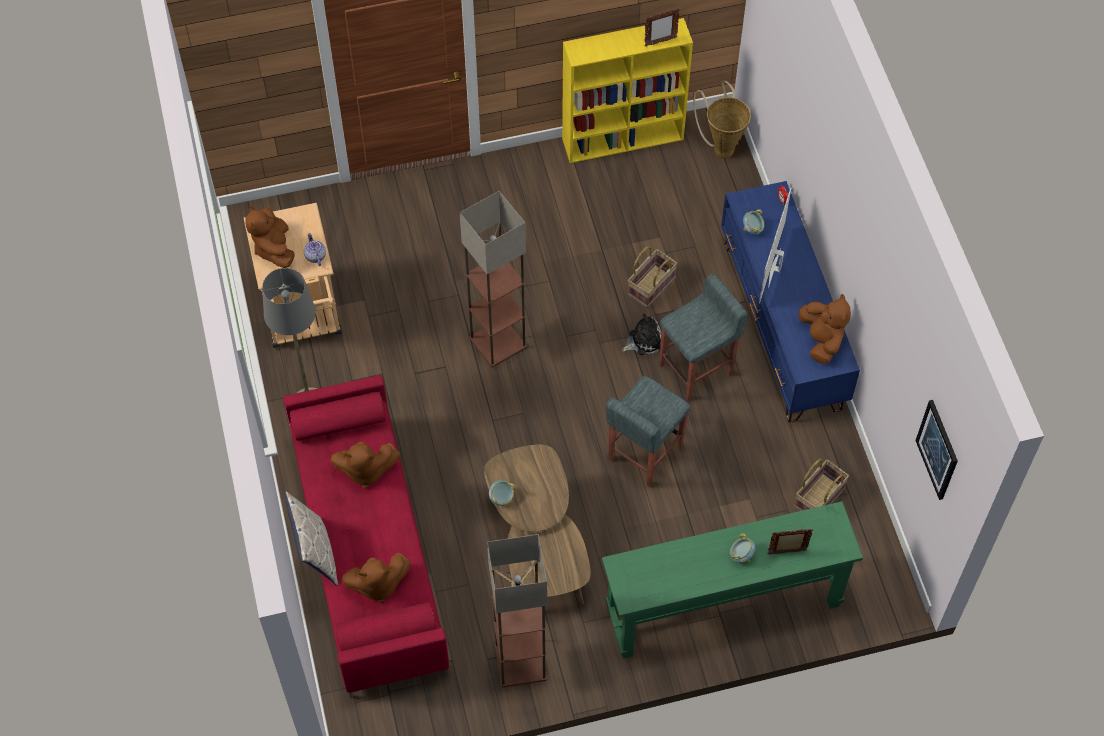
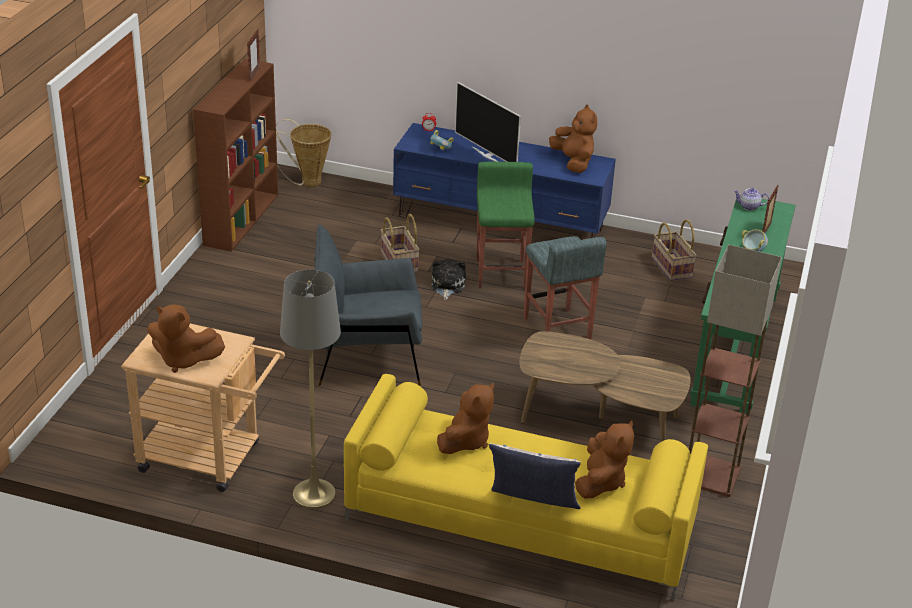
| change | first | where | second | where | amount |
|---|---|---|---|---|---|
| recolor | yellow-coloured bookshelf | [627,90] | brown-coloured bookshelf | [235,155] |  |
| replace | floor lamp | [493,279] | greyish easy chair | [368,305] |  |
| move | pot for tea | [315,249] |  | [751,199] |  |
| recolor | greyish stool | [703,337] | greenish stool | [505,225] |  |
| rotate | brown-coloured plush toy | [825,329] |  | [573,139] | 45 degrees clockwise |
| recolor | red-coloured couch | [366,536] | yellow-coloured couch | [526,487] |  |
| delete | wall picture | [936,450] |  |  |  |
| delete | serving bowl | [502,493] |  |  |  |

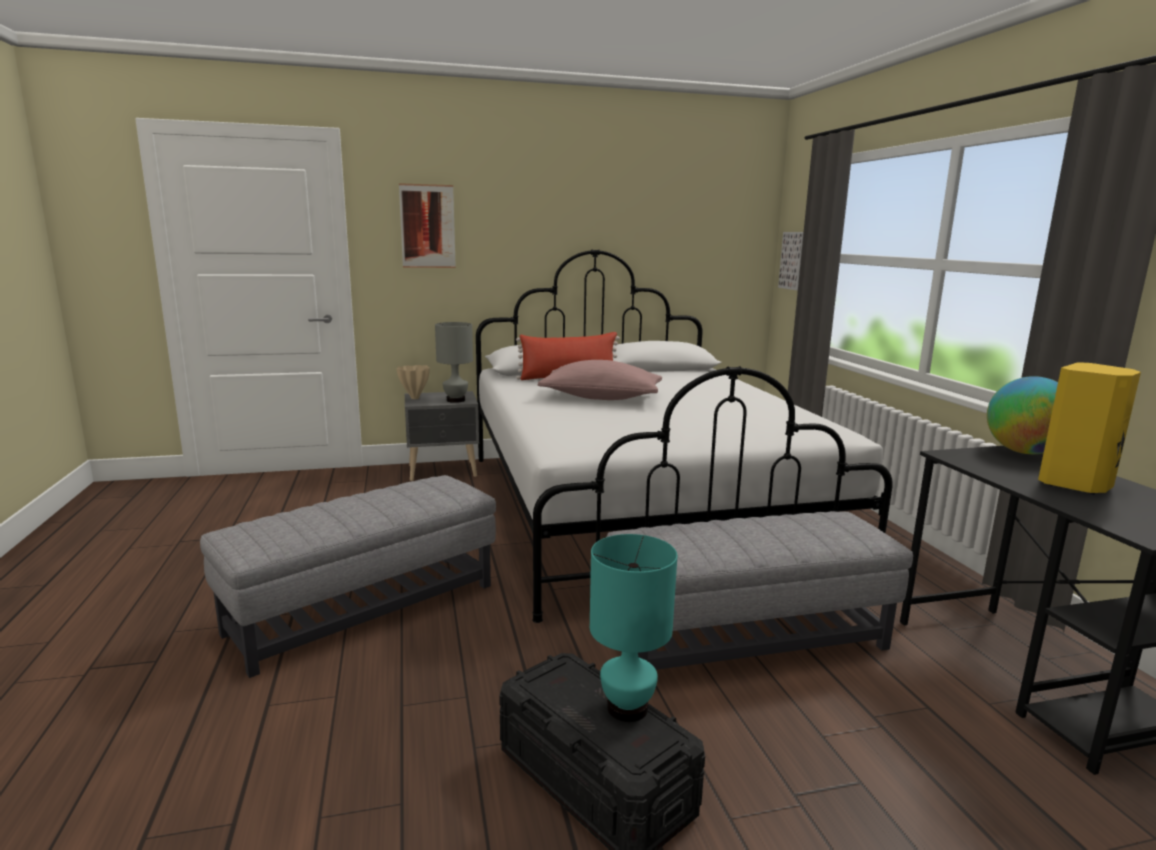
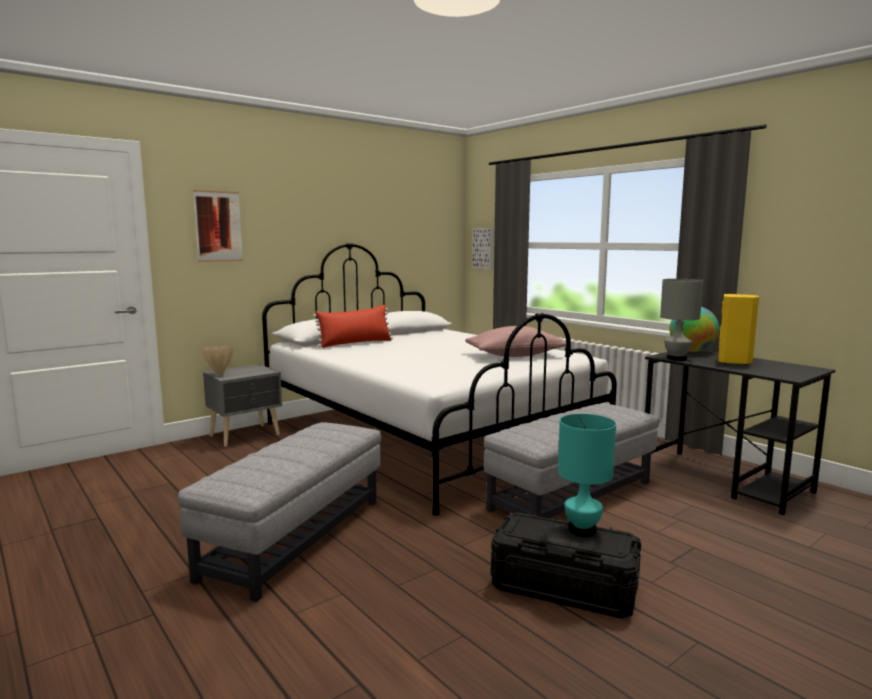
| change | first | where | second | where | amount |
|---|---|---|---|---|---|
| move | greyish tabletop lamp | [454,362] |  | [681,320] |  |
| move | pinkish throw pillow | [600,380] |  | [515,341] |  |

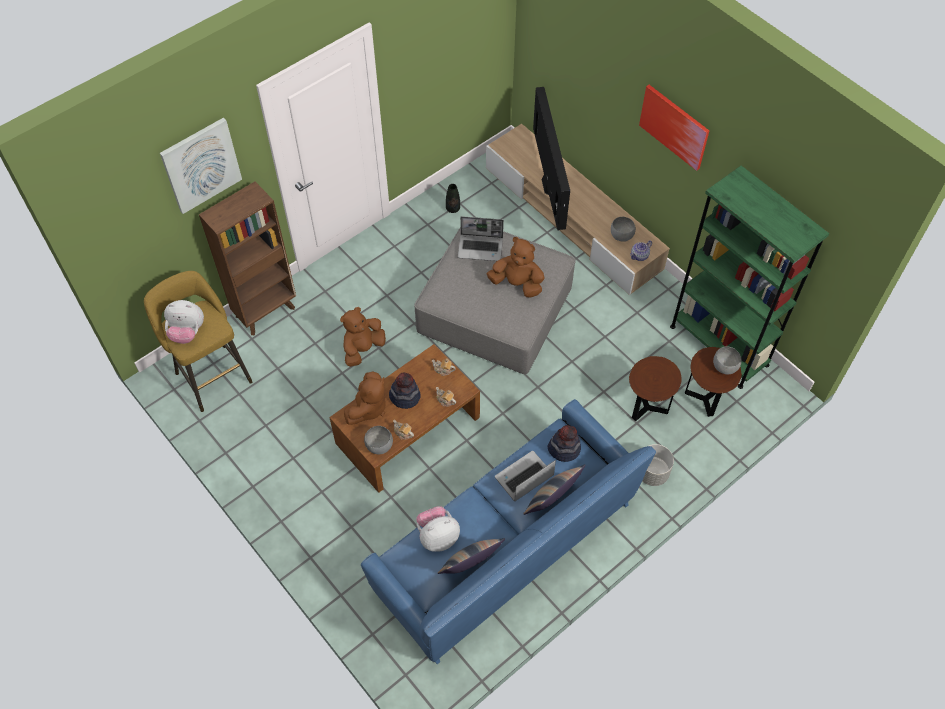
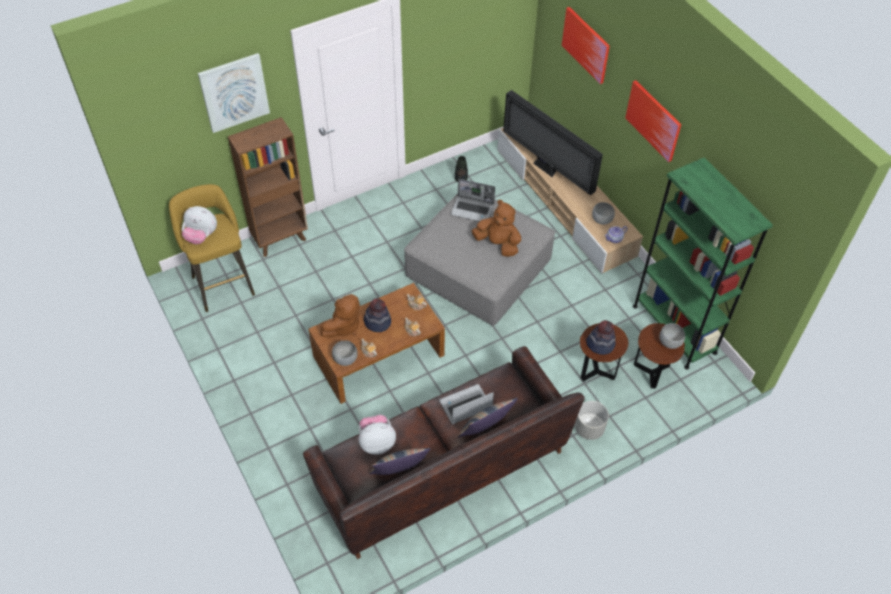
| change | first | where | second | where | amount |
|---|---|---|---|---|---|
| rotate | TV | [551,158] |  | [553,142] | 135 degrees clockwise |
| delete | brown-coloured plush toy | [363,337] |  |  |  |
| recolor | blue-coloured couch | [508,531] | brown-coloured couch | [444,452] |  |
| move | hat | [564,443] |  | [600,337] |  |
| insert |  |  | wall picture | [586,45] |  |

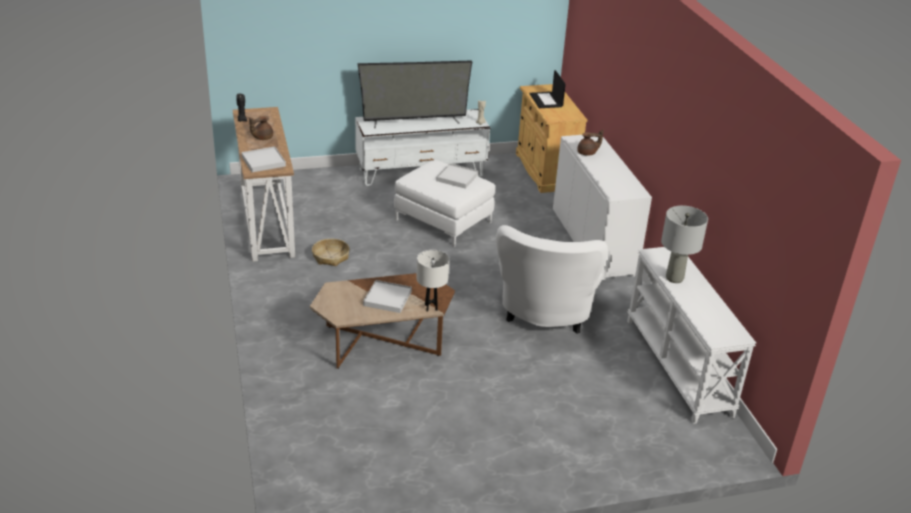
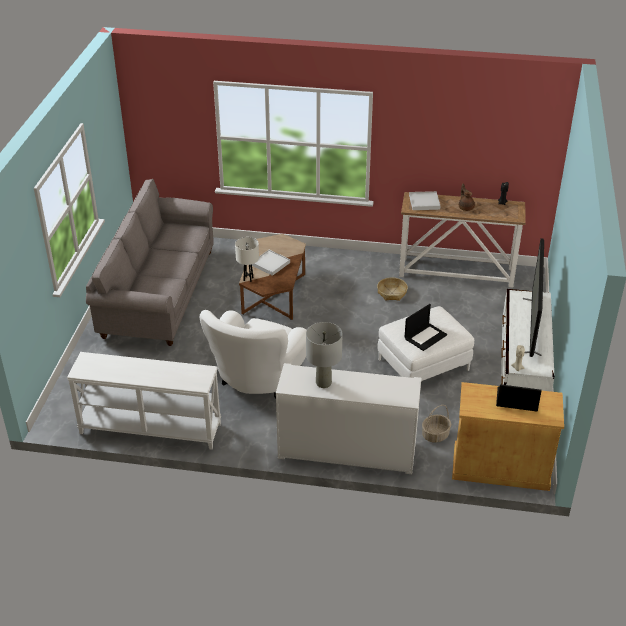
| change | first | where | second | where | amount |
|---|---|---|---|---|---|
| delete | brown-coloured pot for tea | [590,143] |  |  |  |
| replace | whitish tray | [457,176] | notebook computer | [425,327] |  |
| move | greyish tabletop lamp | [684,244] |  | [324,355] |  |
| rotate | whitish easy chair | [553,279] |  | [253,354] | 105 degrees counterclockwise |
| insert |  |  | greyish couch | [150,262] |  |
| insert |  |  | storage basket | [436,424] |  |

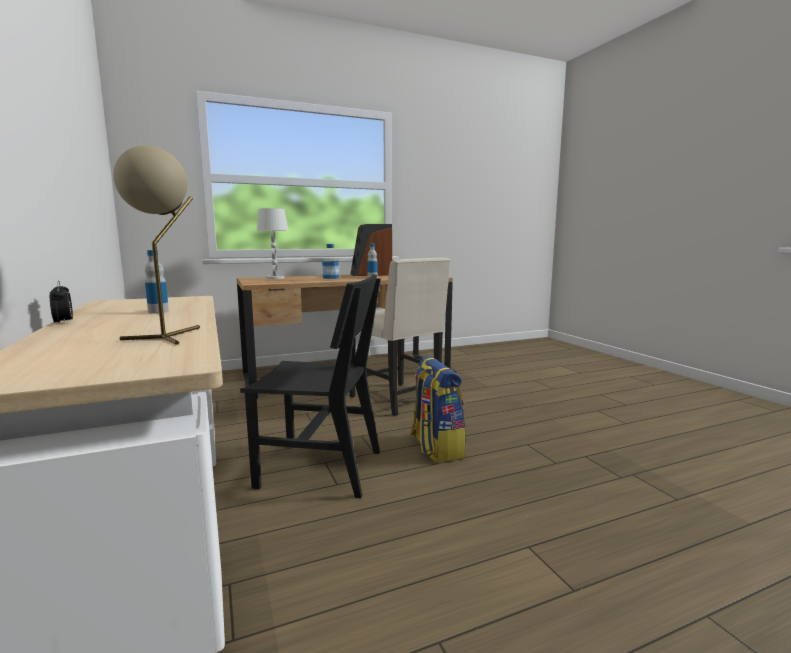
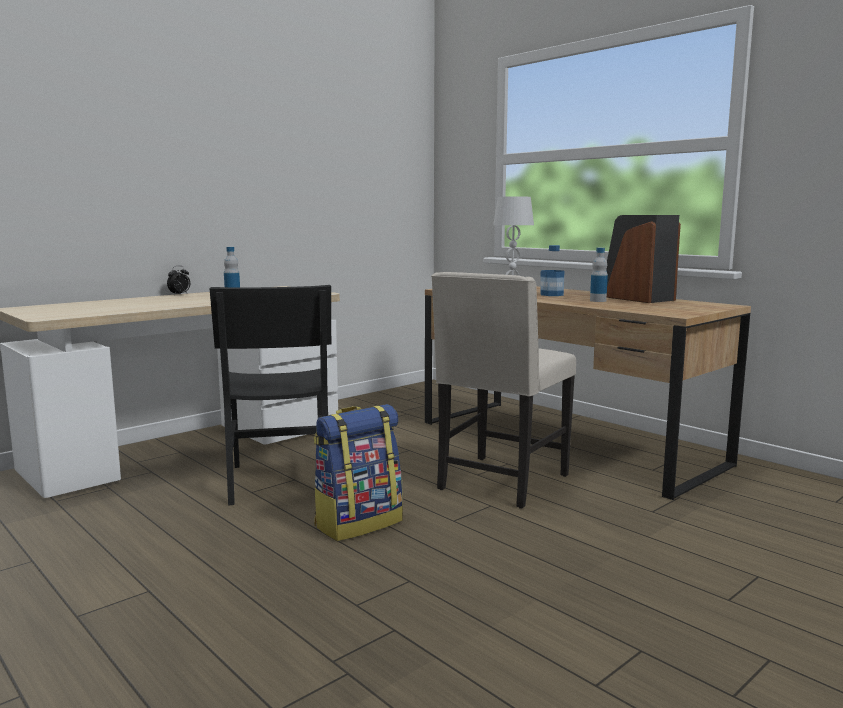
| change | first | where | second | where | amount |
|---|---|---|---|---|---|
| delete | beige-coloured tabletop lamp | [156,245] |  |  |  |

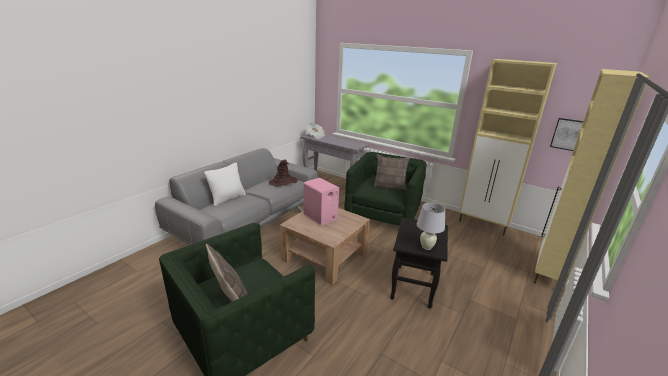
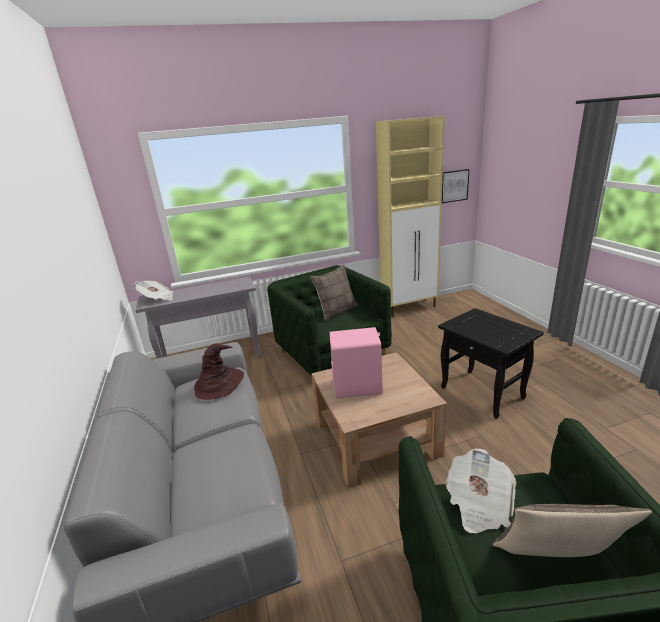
| change | first | where | second | where | amount |
|---|---|---|---|---|---|
| delete | beige-coloured storage cabinet | [592,176] |  |  |  |
| delete | whitish throw pillow | [225,184] |  |  |  |
| delete | whitish tabletop lamp | [431,226] |  |  |  |
| insert |  |  | daily paper | [480,490] |  |

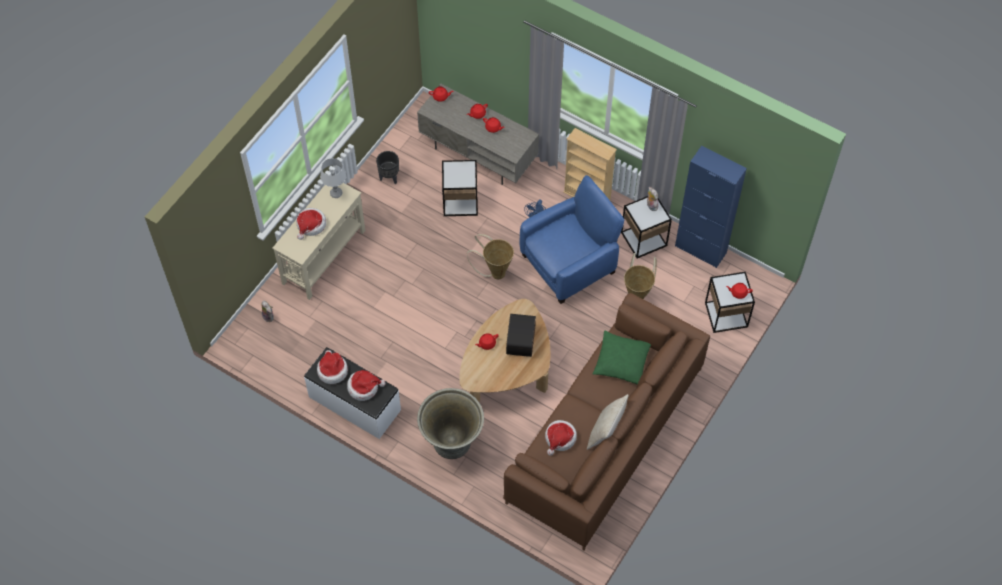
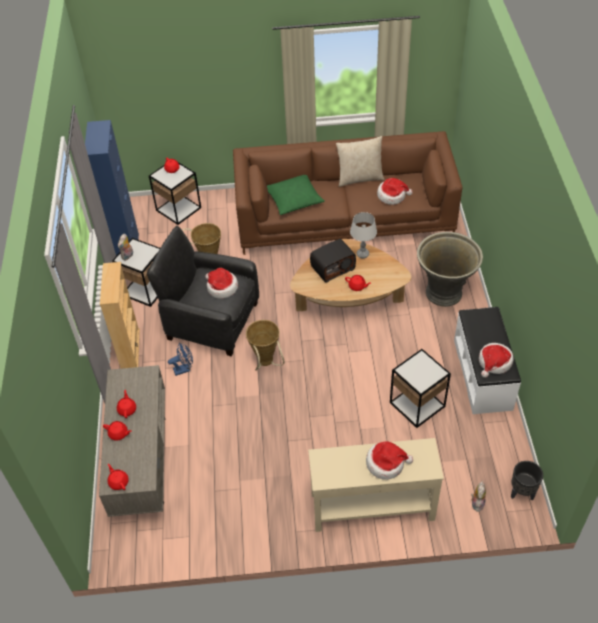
| change | first | where | second | where | amount |
|---|---|---|---|---|---|
| move | black flower pot | [387,167] |  | [527,481] |  |
| move | greyish tabletop lamp | [333,178] |  | [363,235] |  |
| move | accent table | [460,188] |  | [420,388] |  |
| recolor | blue-coloured easy chair | [572,239] | black easy chair | [203,291] |  |
| move | hat | [366,385] |  | [221,283] |  |

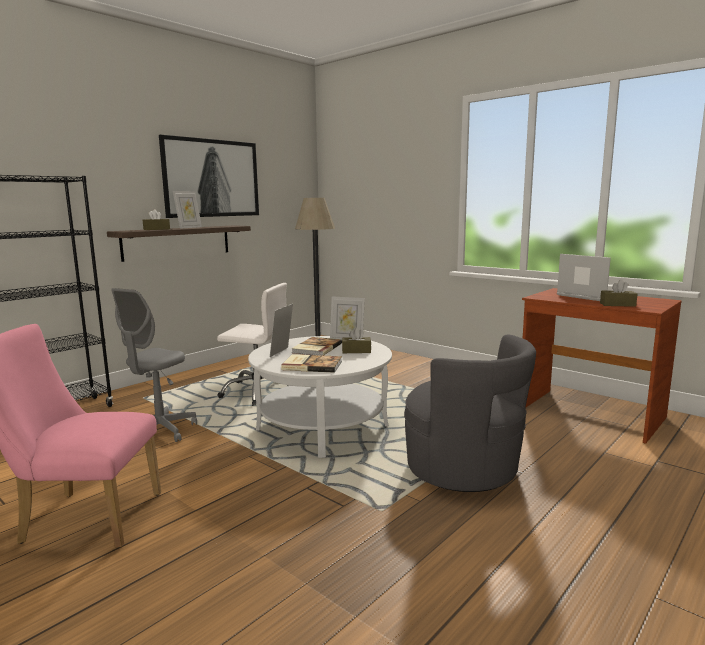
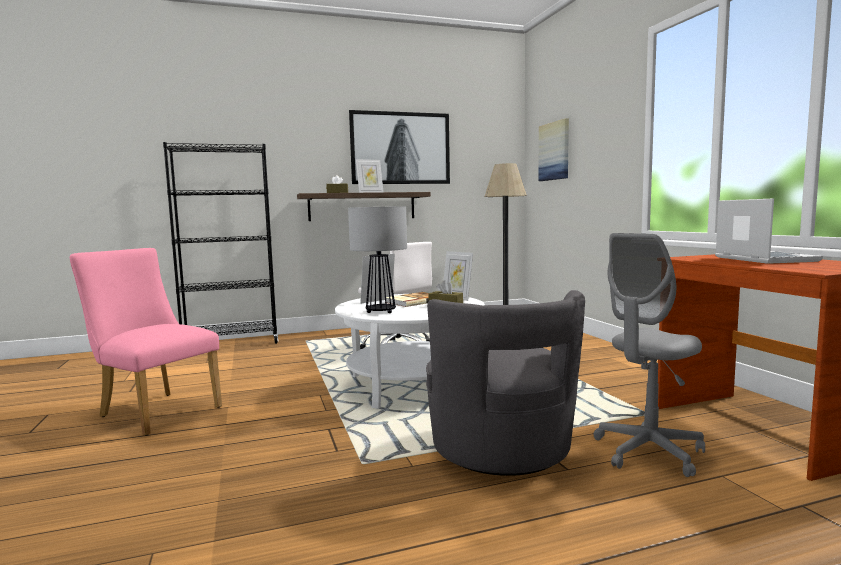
| change | first | where | second | where | amount |
|---|---|---|---|---|---|
| delete | brown-coloured tissue holder | [618,293] |  |  |  |
| move | greyish office chair | [154,365] |  | [649,355] |  |
| replace | bound book | [311,363] | tabletop lamp | [377,259] |  |
| insert |  |  | wall picture | [553,149] |  |

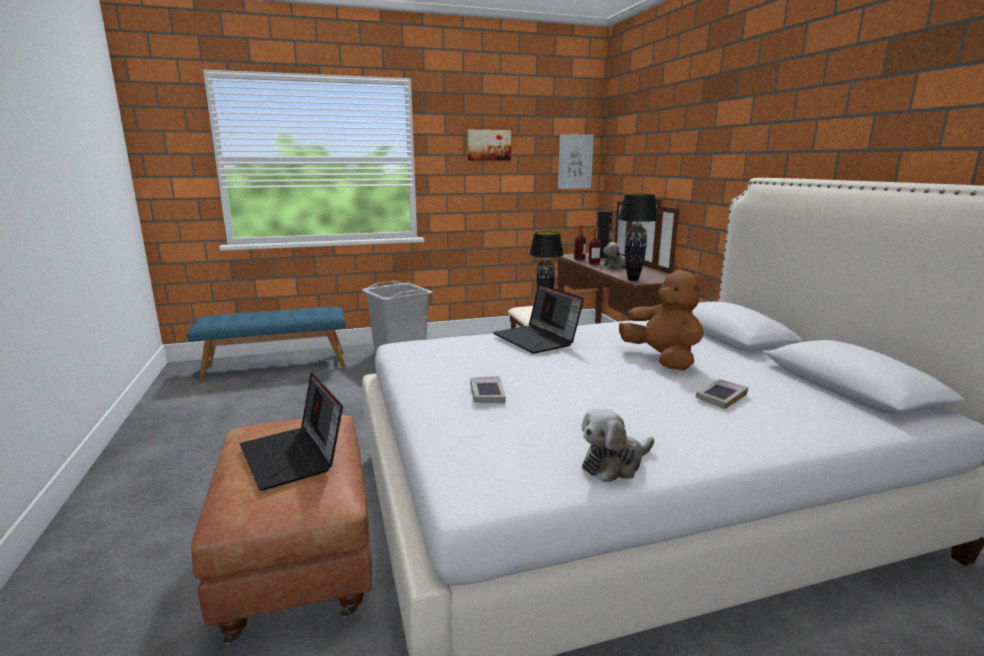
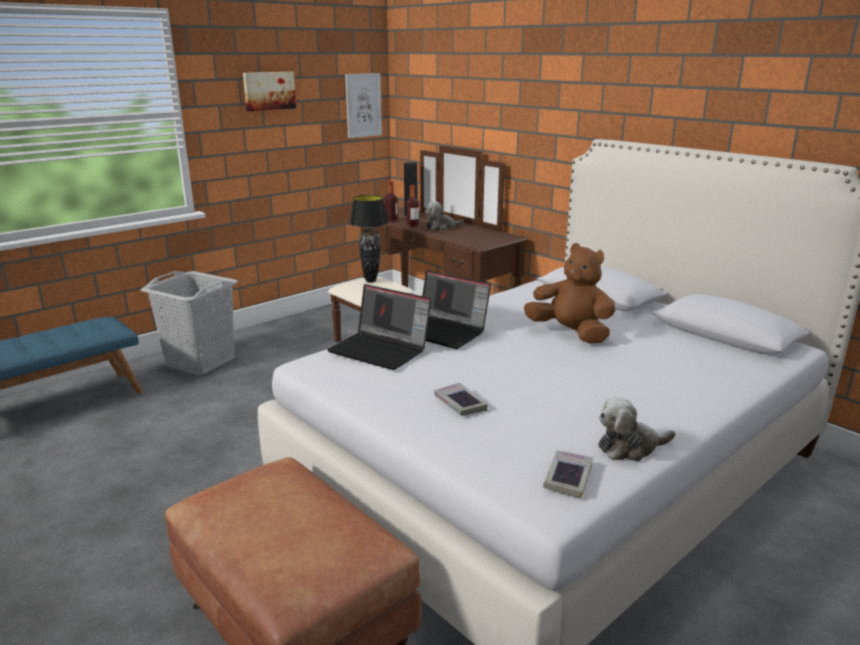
| change | first | where | second | where | amount |
|---|---|---|---|---|---|
| delete | black tabletop lamp | [638,237] |  |  |  |
| move | notebook computer | [291,432] |  | [379,327] |  |
| move | bound book | [722,394] |  | [568,475] |  |
| rotate | plush toy | [618,445] |  | [636,429] | 45 degrees clockwise |

